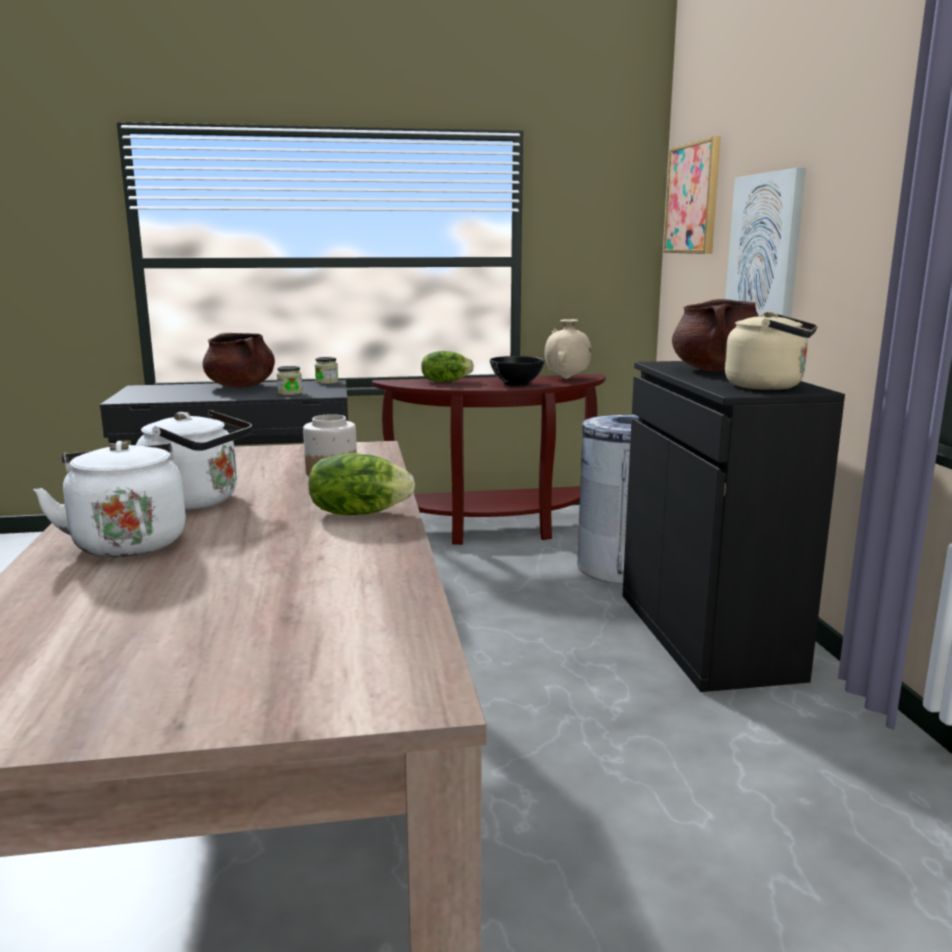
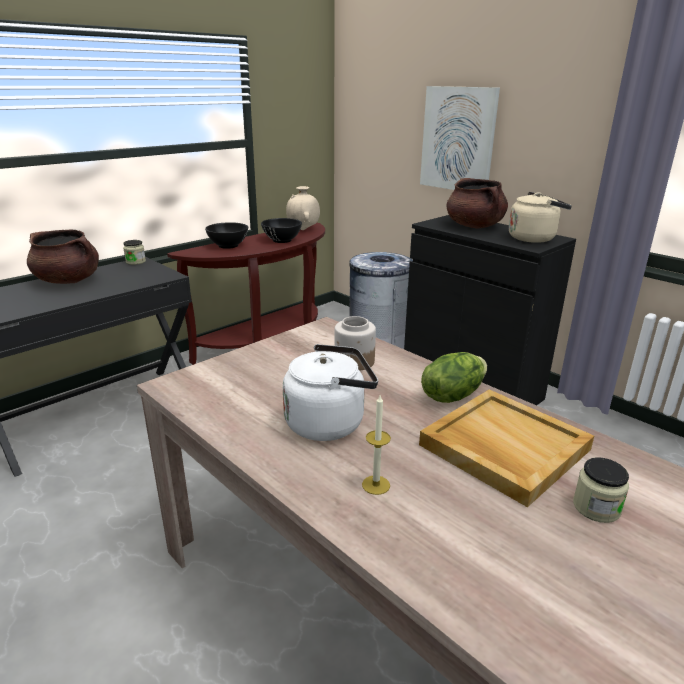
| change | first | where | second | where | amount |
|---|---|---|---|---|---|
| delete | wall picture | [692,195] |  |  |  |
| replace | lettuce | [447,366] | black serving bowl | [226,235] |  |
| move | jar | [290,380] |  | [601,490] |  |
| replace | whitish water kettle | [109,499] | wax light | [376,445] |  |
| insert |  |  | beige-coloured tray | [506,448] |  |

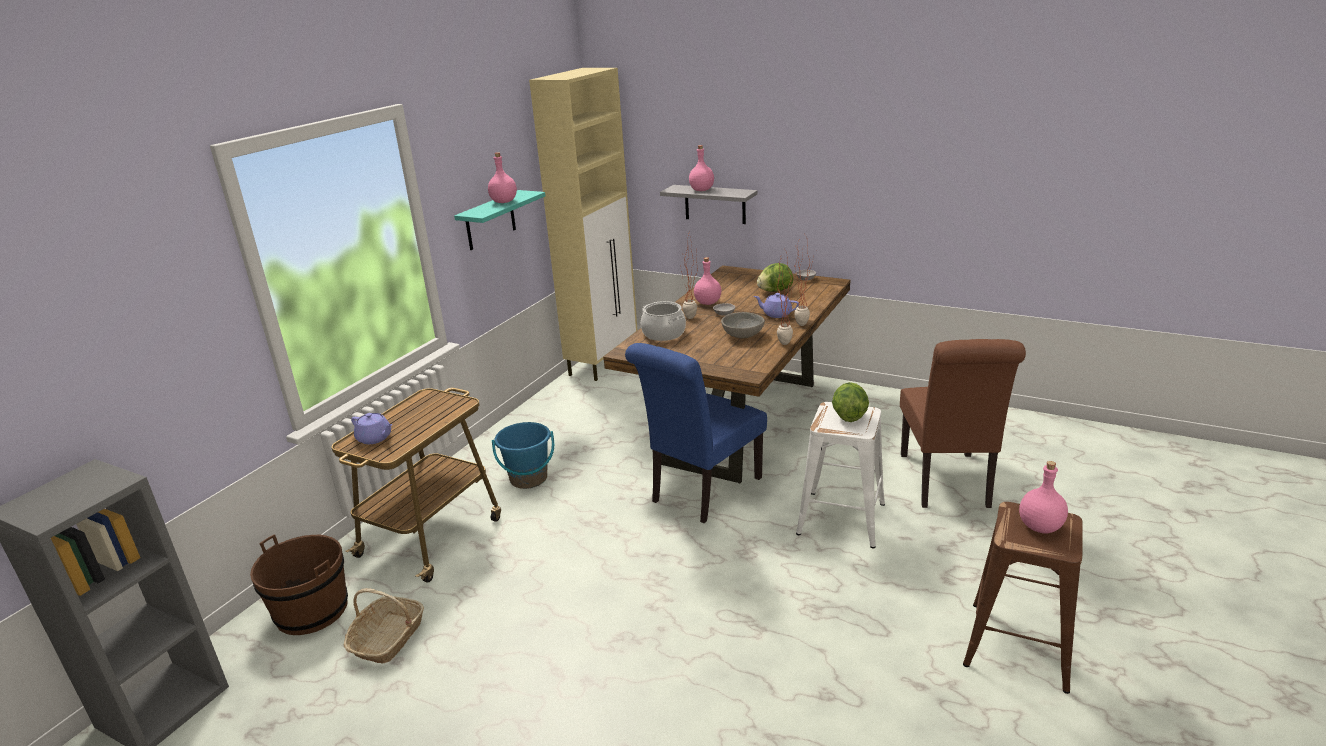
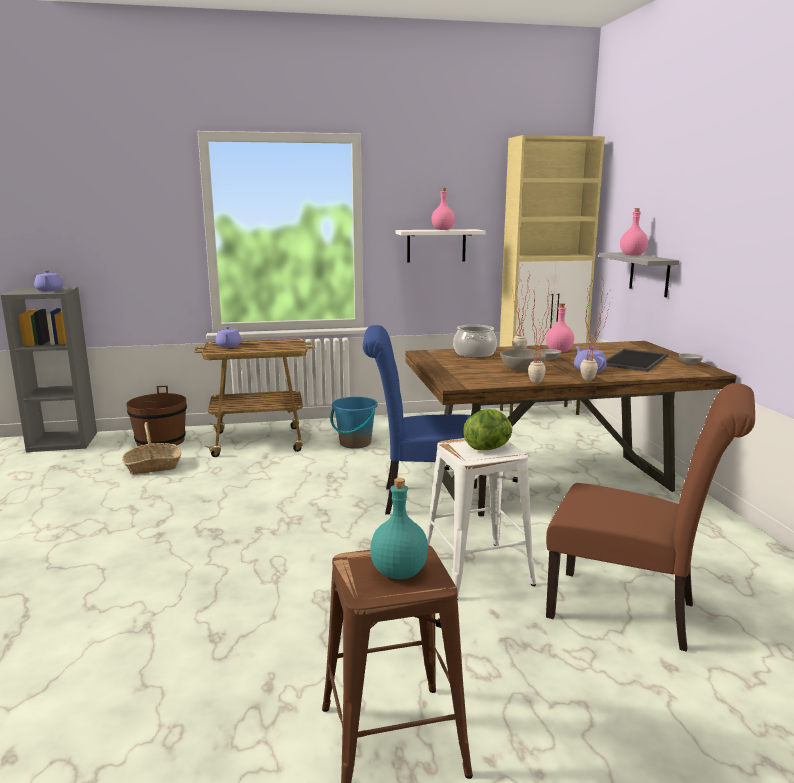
| change | first | where | second | where | amount |
|---|---|---|---|---|---|
| recolor | blue-green shelf | [499,220] | whitish shelf | [441,245] |  |
| replace | lettuce | [775,277] | tray | [637,360] |  |
| rotate | brown-coloured upright chair | [963,423] |  | [650,517] | 120 degrees counterclockwise |
| recolor | pinkish bottle | [1043,497] | blue-green bottle | [399,528] |  |
| insert |  |  | purple pot for tea | [48,280] |  |

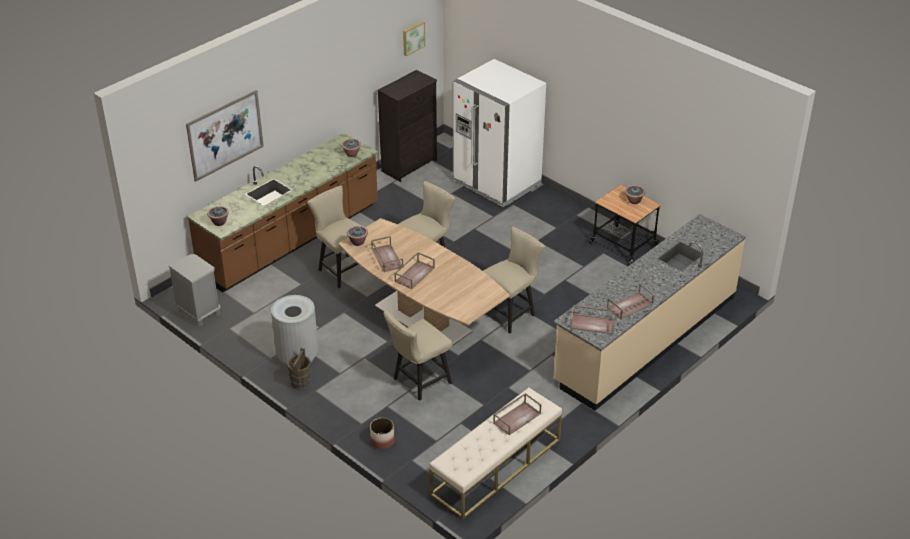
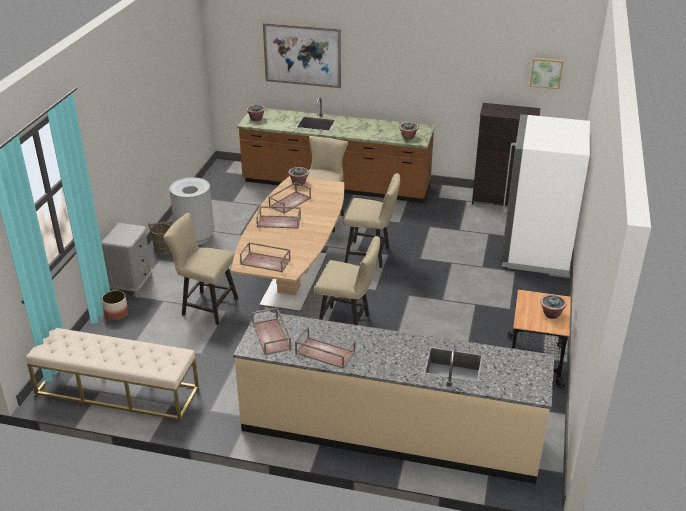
| change | first | where | second | where | amount |
|---|---|---|---|---|---|
| move | greyish bedside table | [195,290] |  | [127,260] |  |
| move | brown-coloured tray | [517,414] |  | [265,257] |  |

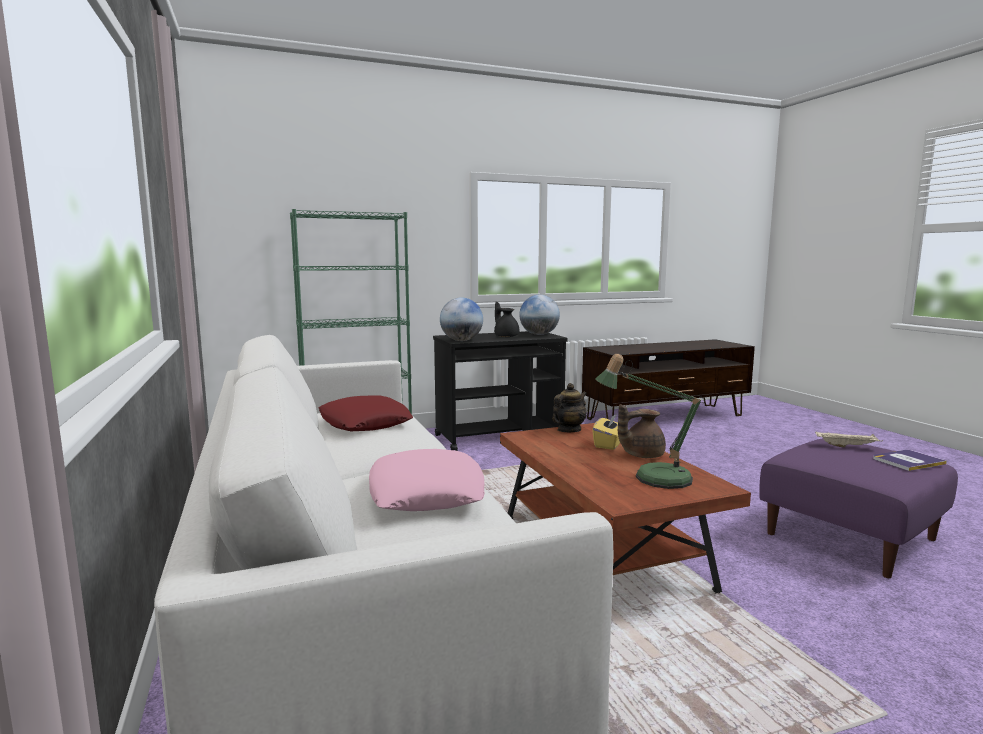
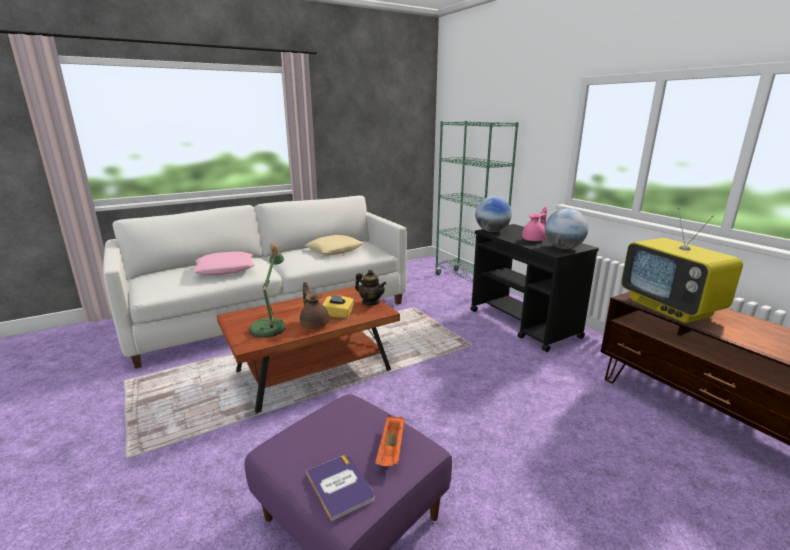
| change | first | where | second | where | amount |
|---|---|---|---|---|---|
| recolor | black pot for tea | [506,319] | pinkish pot for tea | [534,224] |  |
| recolor | red-coloured throw pillow | [366,413] | beige-coloured throw pillow | [334,245] |  |
| recolor | beige-coloured tray | [849,439] | orange tray | [390,440] |  |
| insert |  |  | TV | [682,265] |  |

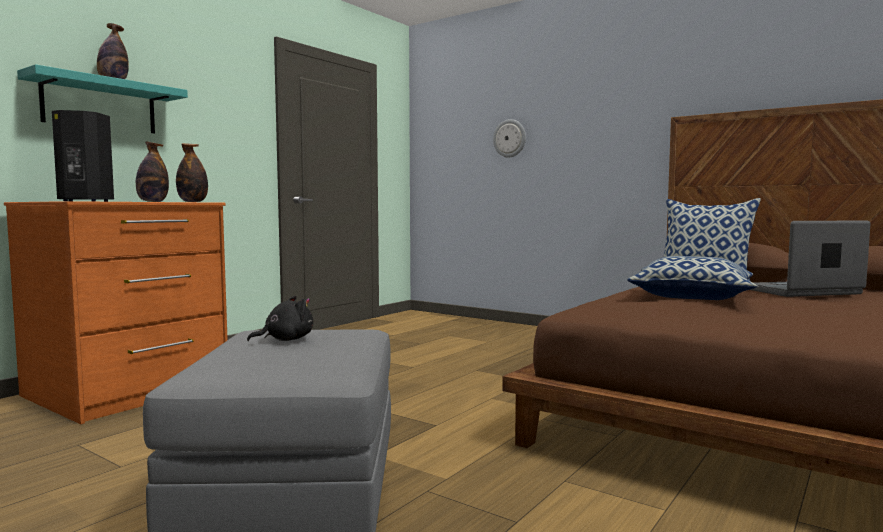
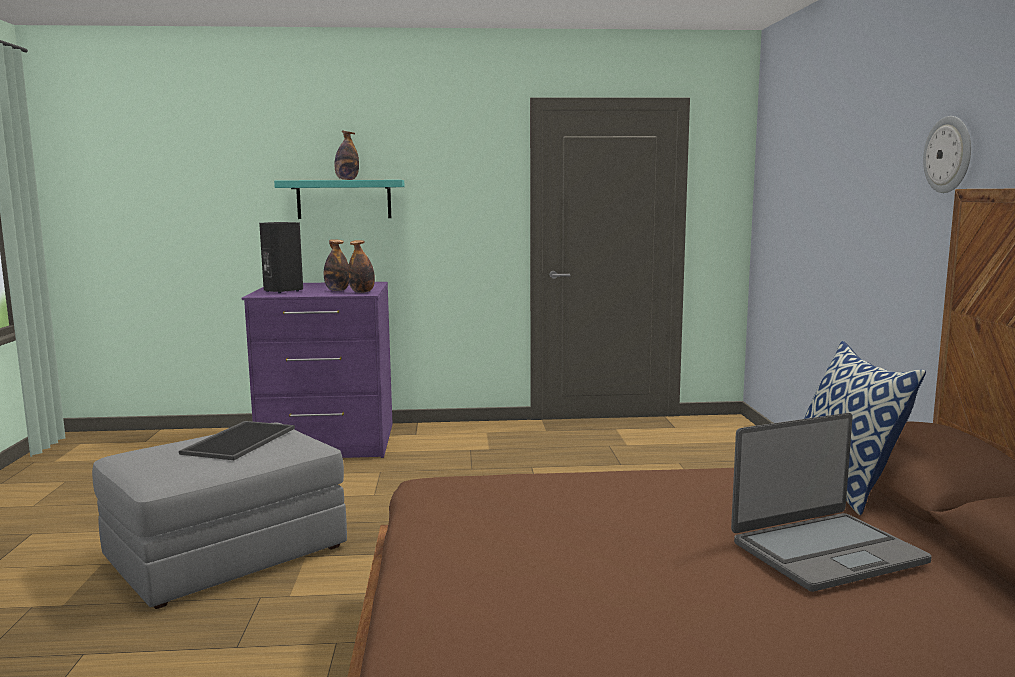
| change | first | where | second | where | amount |
|---|---|---|---|---|---|
| move | wall clock | [509,138] |  | [947,154] |  |
| recolor | orange dresser | [116,312] | purple dresser | [317,370] |  |
| rotate | notebook computer | [810,258] |  | [831,502] | 120 degrees clockwise |
| delete | throw pillow | [692,278] |  |  |  |
| replace | black plush toy | [280,318] | tray | [237,440] |  |

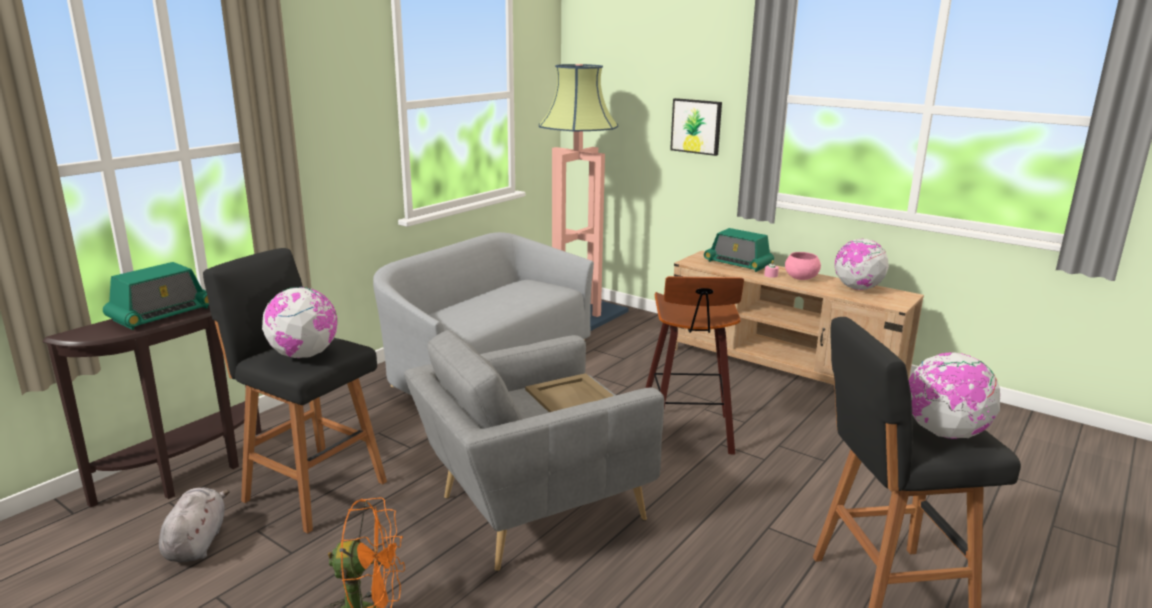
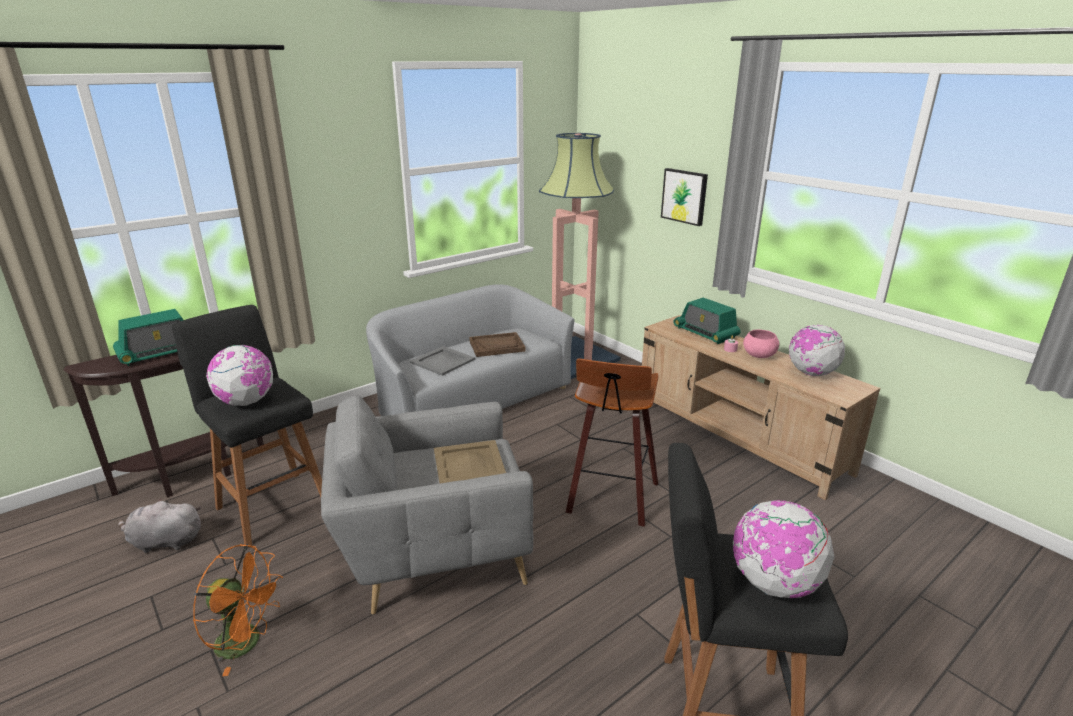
| change | first | where | second | where | amount |
|---|---|---|---|---|---|
| rotate | greyish plush toy | [194,524] |  | [159,526] | 105 degrees counterclockwise |
| insert |  |  | brown-coloured tray | [497,344] |  |
| insert |  |  | greyish tray | [442,361] |  |

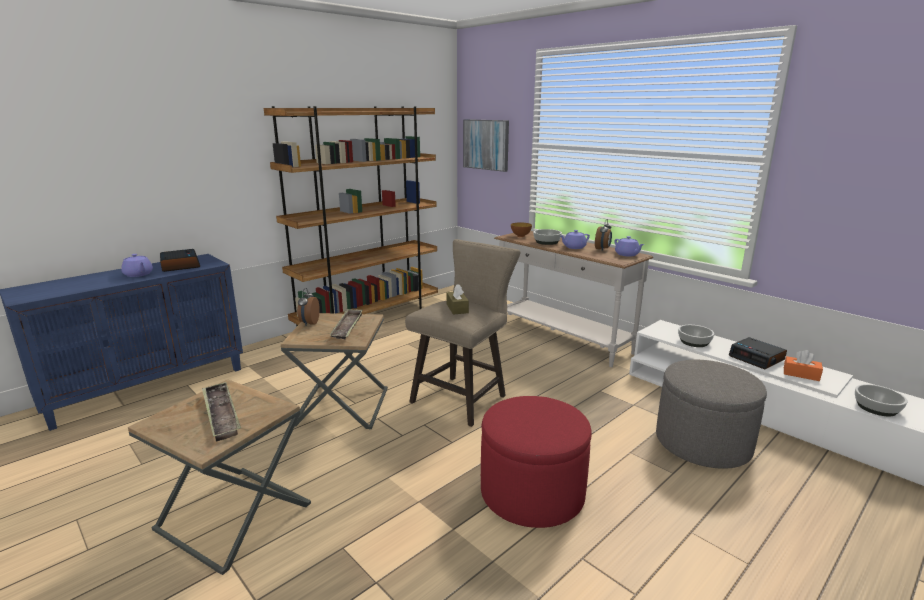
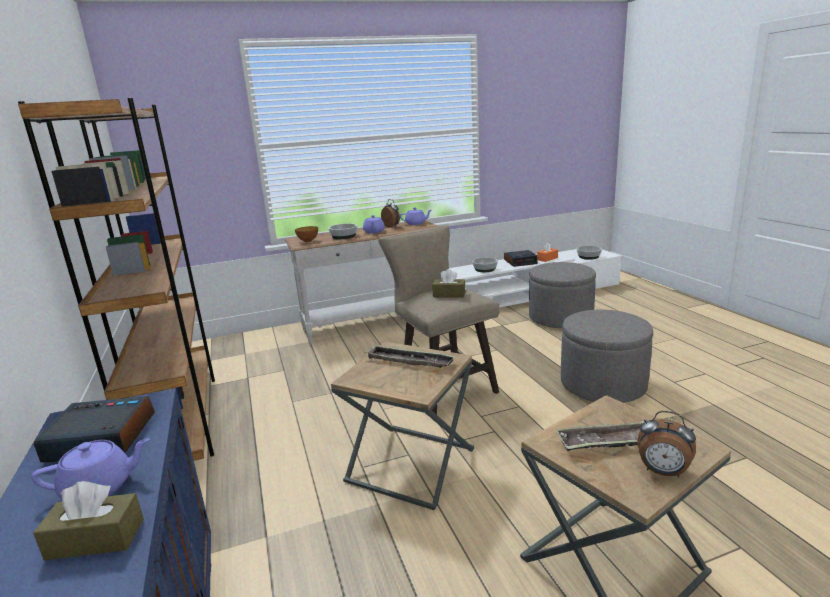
| change | first | where | second | where | amount |
|---|---|---|---|---|---|
| delete | wall picture | [486,145] |  |  |  |
| move | alarm clock | [308,307] |  | [666,444] |  |
| recolor | red-coloured pouffe | [536,462] | greyish pouffe | [607,356] |  |
| insert |  |  | brown-coloured tissue holder | [88,520] |  |

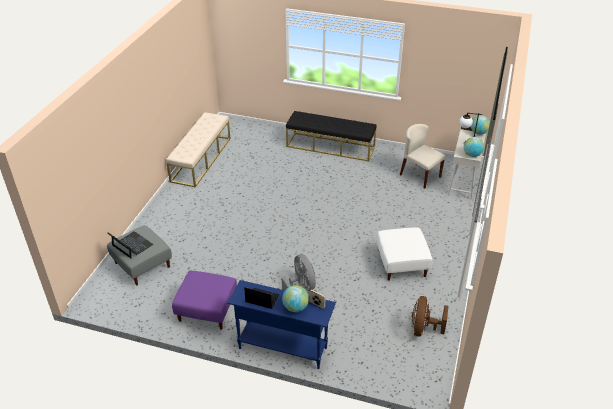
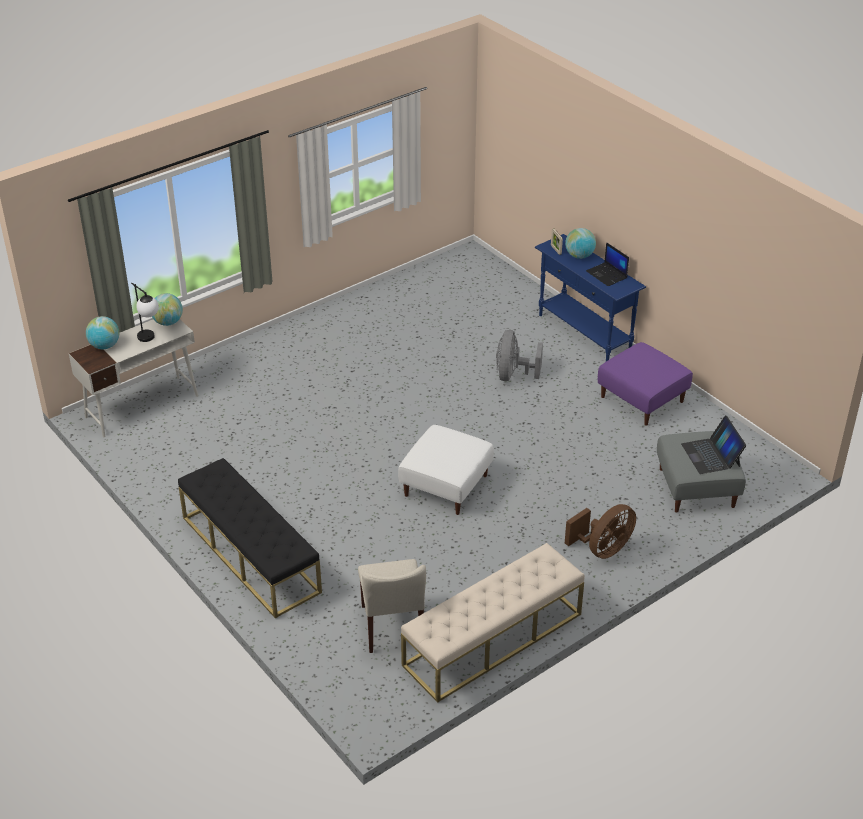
| change | first | where | second | where | amount |
|---|---|---|---|---|---|
| move | beige-coloured upright chair | [423,156] |  | [392,606] |  |
| move | whitish pouffe | [404,254] |  | [446,470] |  |
| move | brown-coloured fan | [430,316] |  | [600,531] |  |

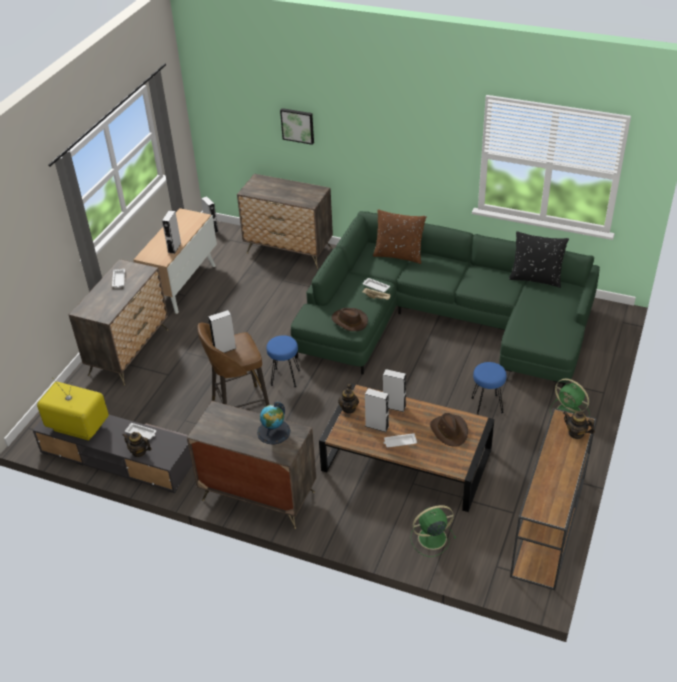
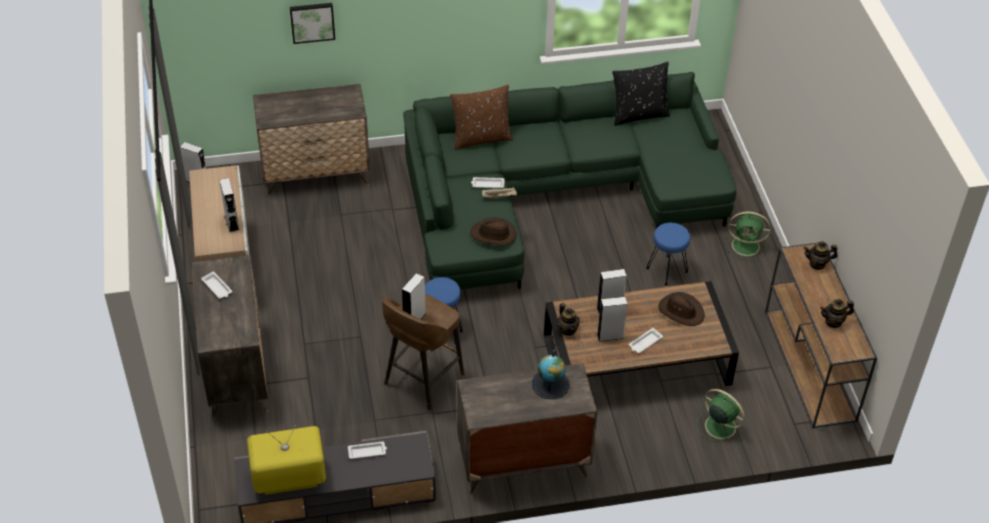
| change | first | where | second | where | amount |
|---|---|---|---|---|---|
| move | pot for tea | [137,444] |  | [837,313] |  |
| rotate | greenish fan | [433,531] |  | [720,416] | 90 degrees clockwise |

